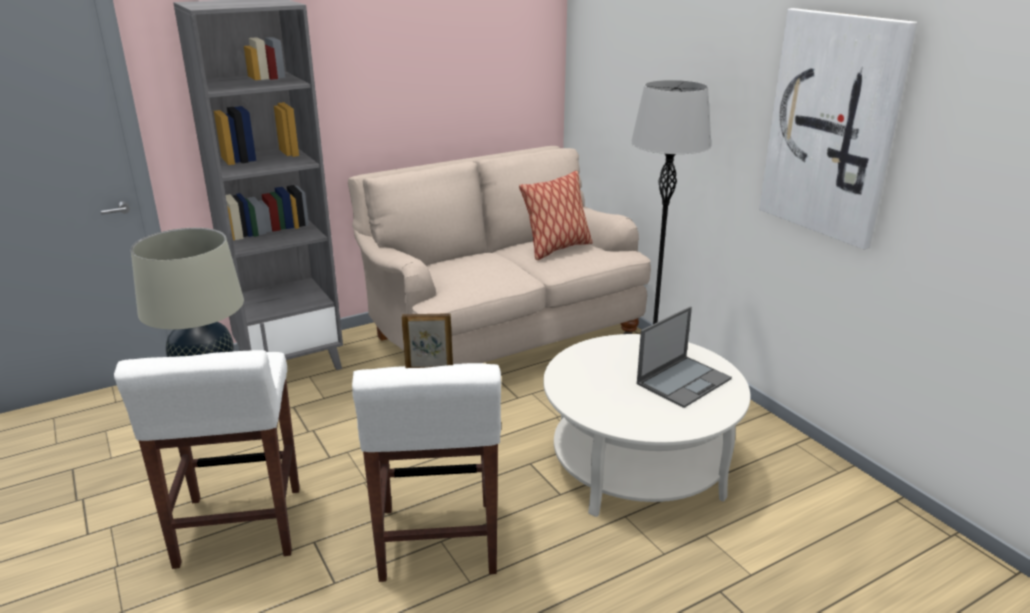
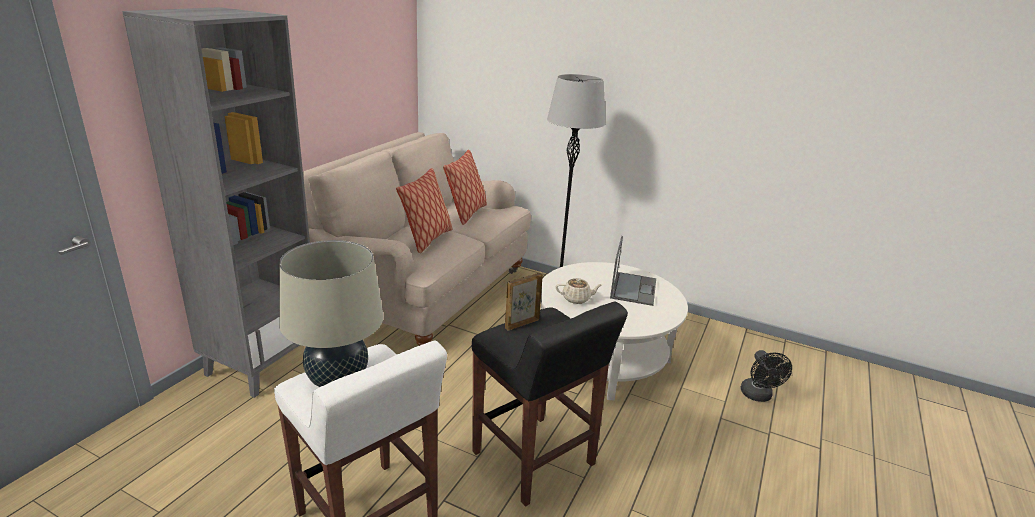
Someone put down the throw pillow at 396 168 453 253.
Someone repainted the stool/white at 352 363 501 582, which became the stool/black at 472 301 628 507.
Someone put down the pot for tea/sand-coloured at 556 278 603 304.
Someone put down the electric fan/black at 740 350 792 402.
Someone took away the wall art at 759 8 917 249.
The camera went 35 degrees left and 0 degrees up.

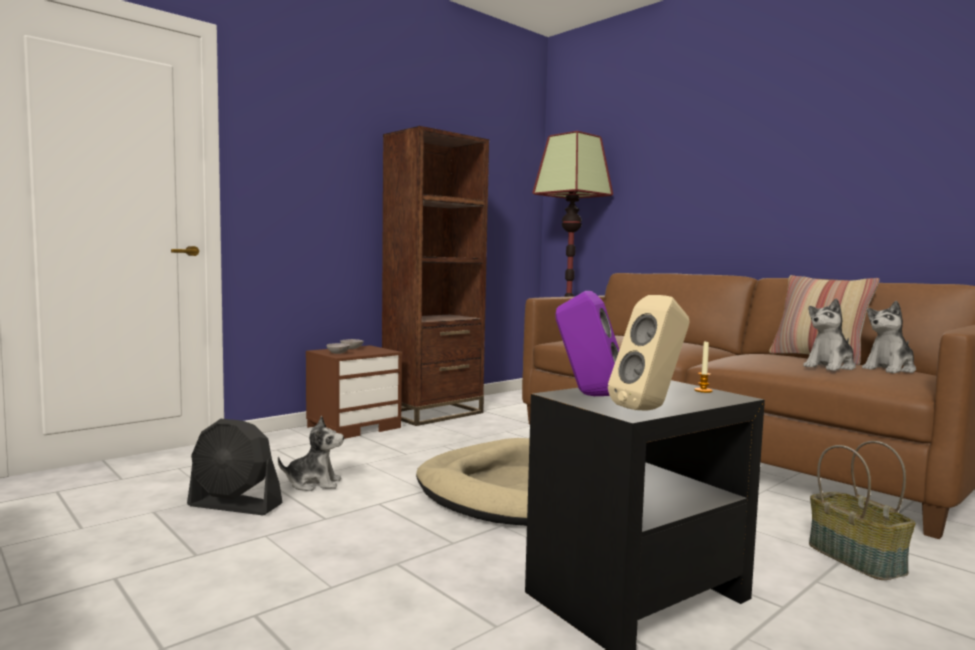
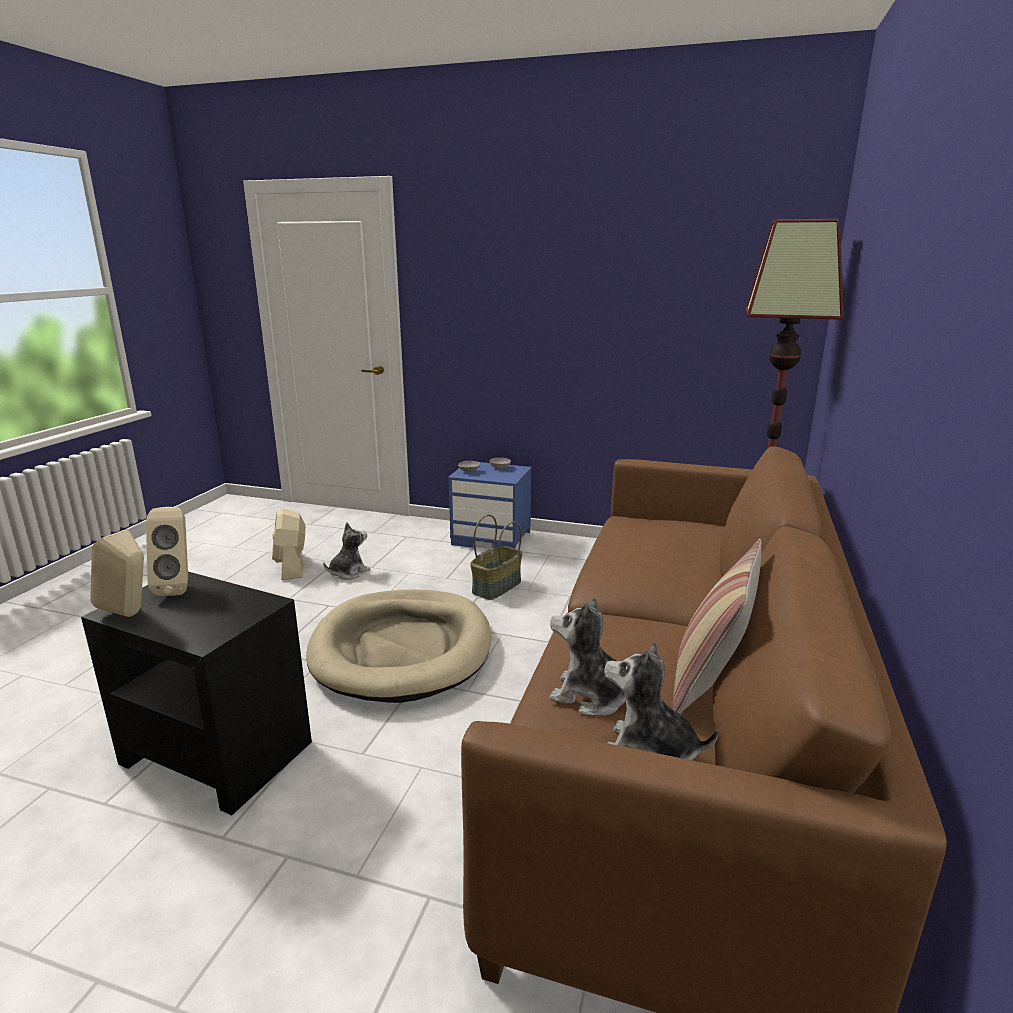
Someone repainted the audio speaker/purple-coloured at 555 291 619 396, which became the audio speaker/sand-coloured at 146 507 188 596.
Someone repainted the electric fan/black at 187 419 283 515, which became the electric fan/sand-coloured at 272 508 306 580.
Someone rotated the plush toy at 278 416 344 491 by 105 degrees counterclockwise.
Someone repainted the nightstand/brown-coloured at 306 345 402 439, which became the nightstand/blue at 448 462 532 549.
Someone carried the household basket from 809 441 916 580 to 470 515 522 600.
Someone took away the bookcase/brown-coloured at 382 126 489 426.
Someone took away the candle at 694 340 713 393.
The camera went 60 degrees right and 15 degrees up.

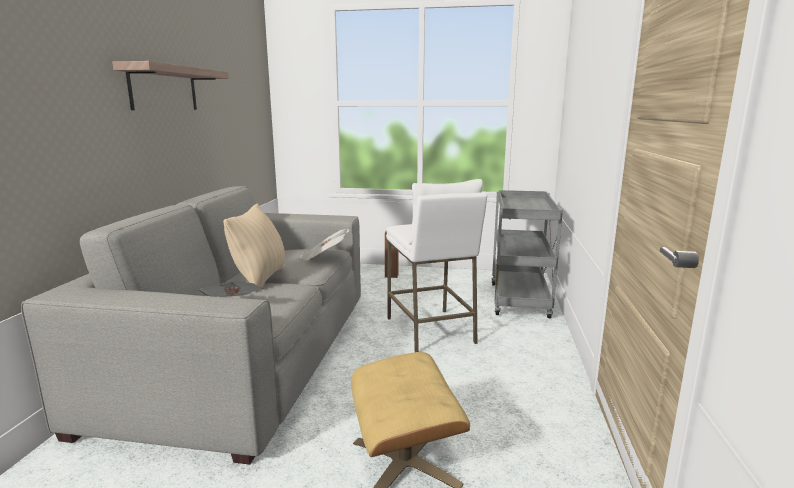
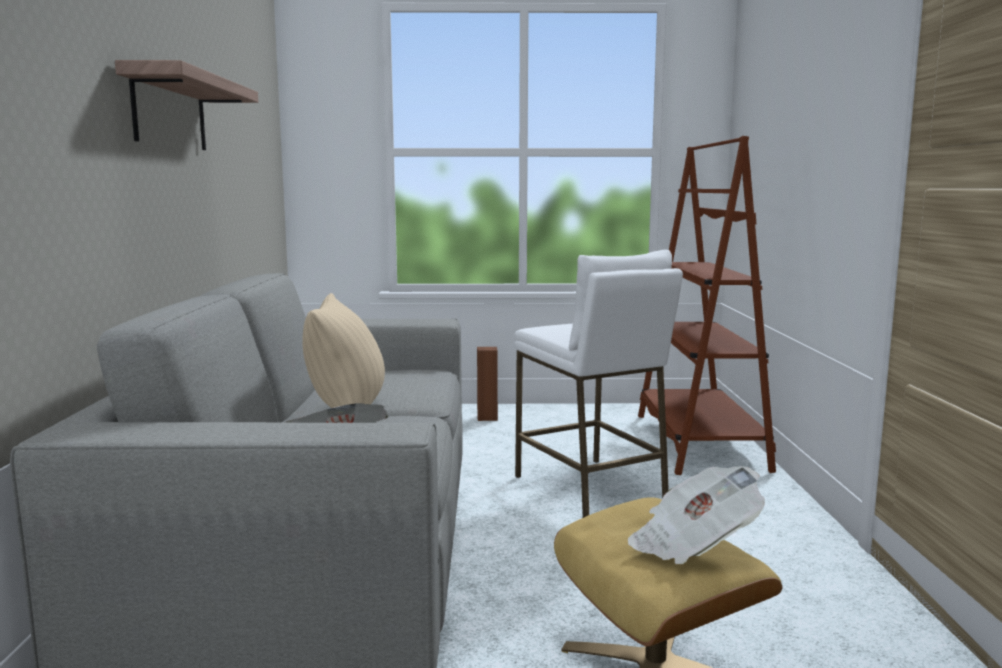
Someone carried the newspaper from 299 229 349 261 to 628 466 765 564.
Someone swapped the cart/greyish at 492 190 563 318 for the bookcase/brown-coloured at 638 136 776 475.
The camera went 10 degrees left and 5 degrees down.

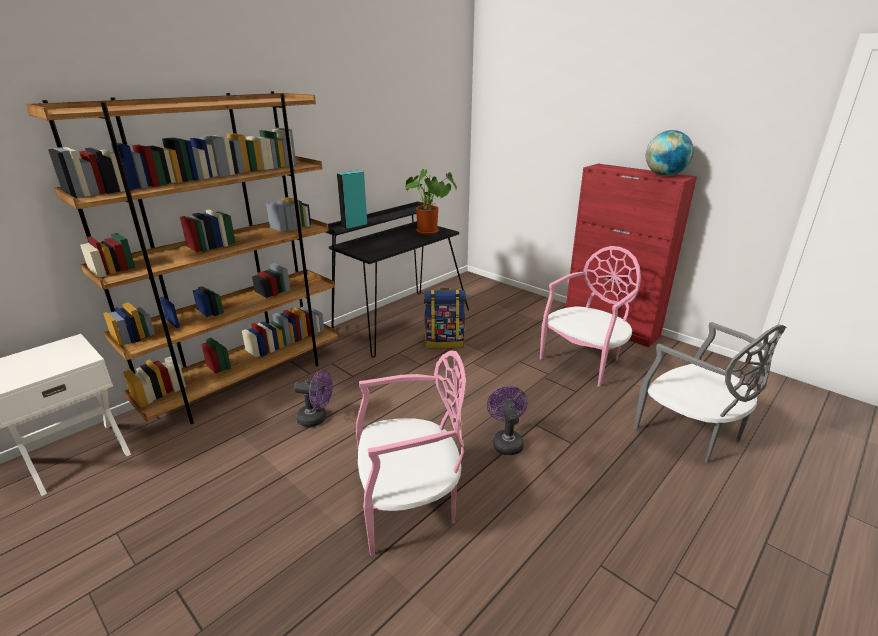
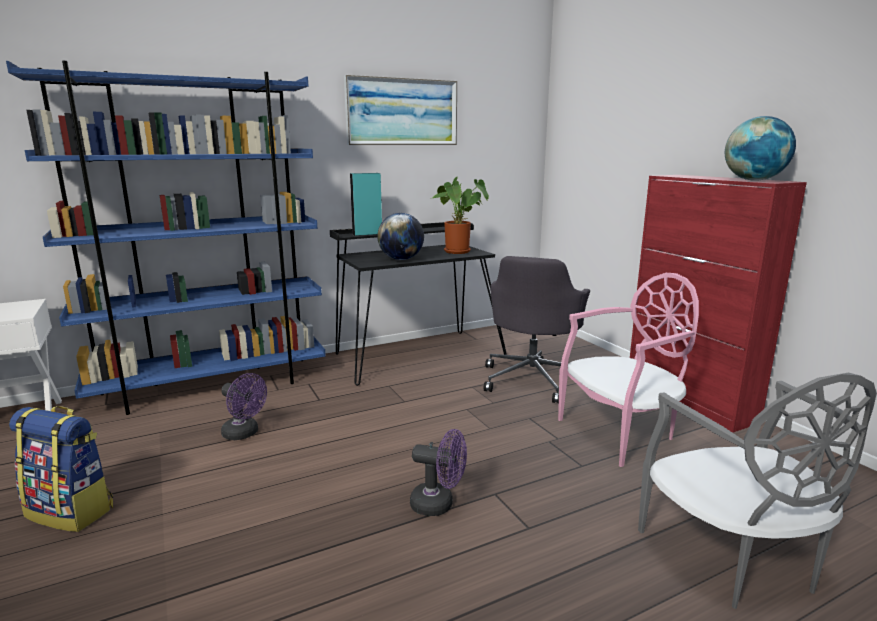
Someone repainted the bookcase/brown-coloured at 26 91 340 424, which became the bookcase/blue at 6 61 326 415.
Someone carried the backpack from 424 288 466 349 to 9 406 113 532.
Someone put up the wall art at 344 75 457 145.
Someone put down the globe at 377 213 424 260.
Someone rotated the electric fan/purple-coloured at 487 386 527 455 by 90 degrees clockwise.
Someone put down the office chair/greyish at 484 256 590 403.
Someone took away the upright chair/pinkish at 356 351 466 556.
The camera went 20 degrees right and 10 degrees down.

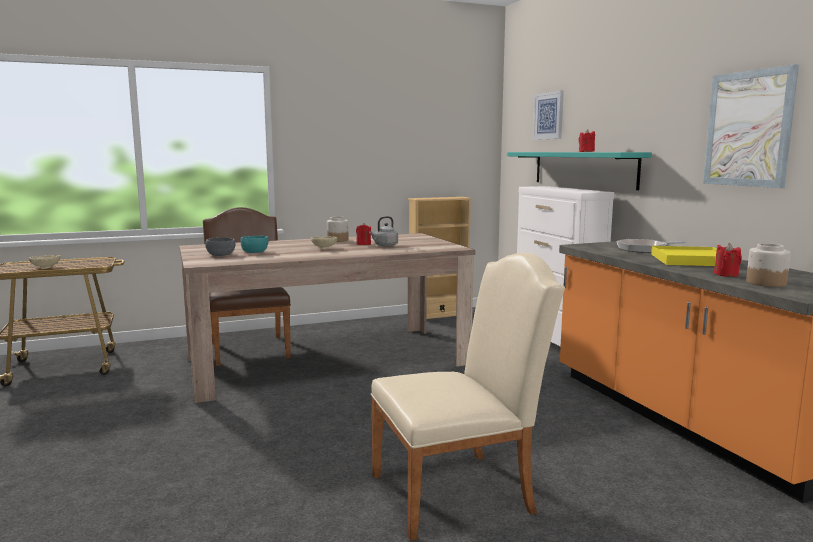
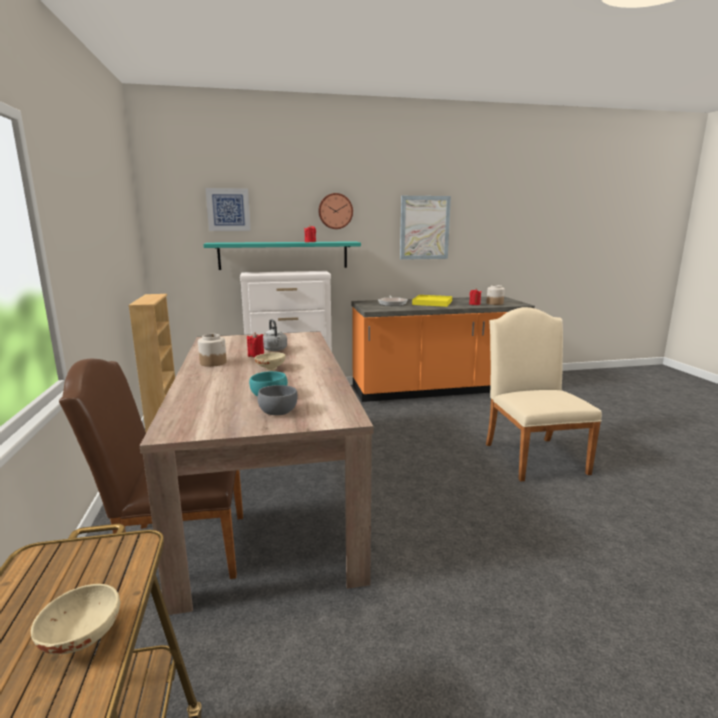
Someone put up the clock on the wall at 318 193 353 229.
The camera went 80 degrees left and 5 degrees up.

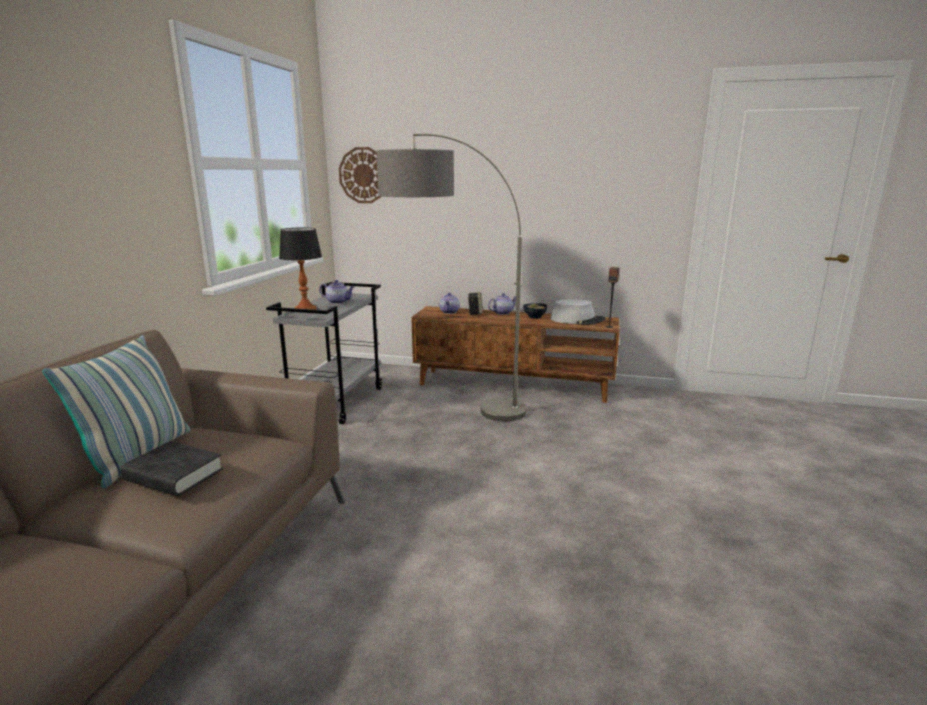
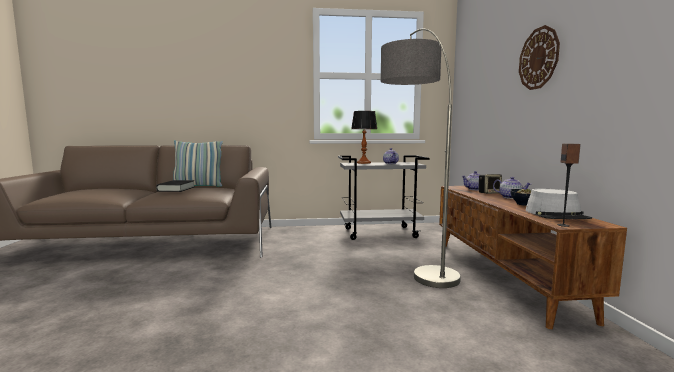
Someone carried the clock on the wall from 339 147 381 203 to 519 25 560 90.
The camera went 70 degrees right and 10 degrees down.

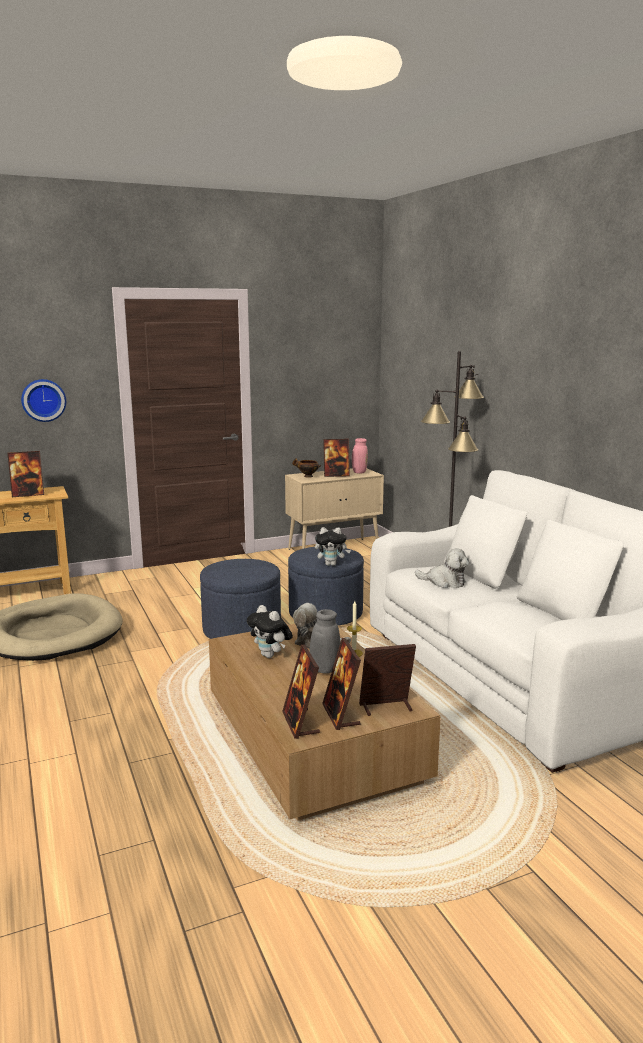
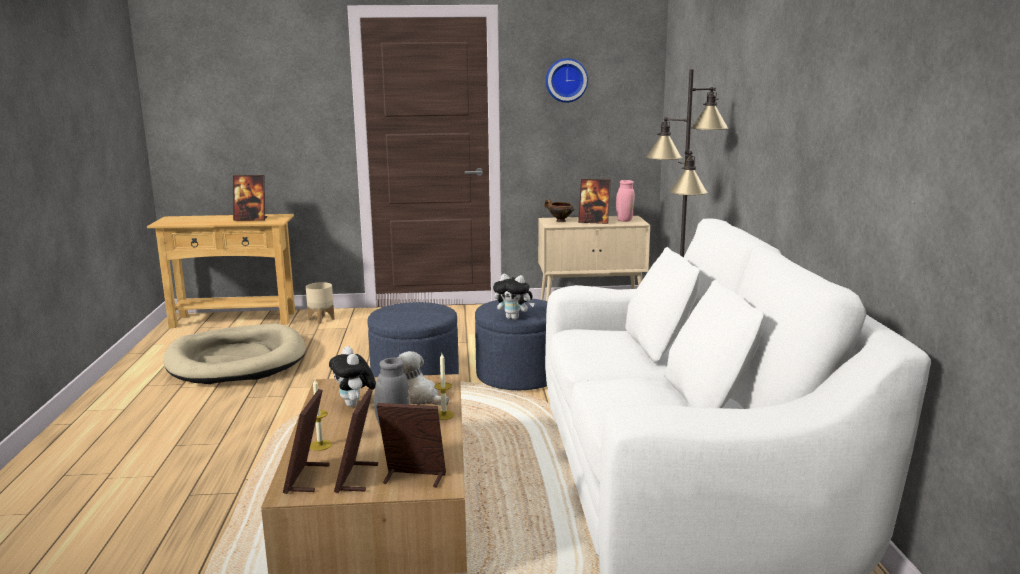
Someone put down the plant pot/sand-coloured at 306 282 335 324.
Someone put down the candle at 310 379 332 451.
Someone carried the clock on the wall from 21 379 66 422 to 546 58 588 103.
Someone took away the plush toy at 415 548 469 588.
The camera went 20 degrees right and 0 degrees up.

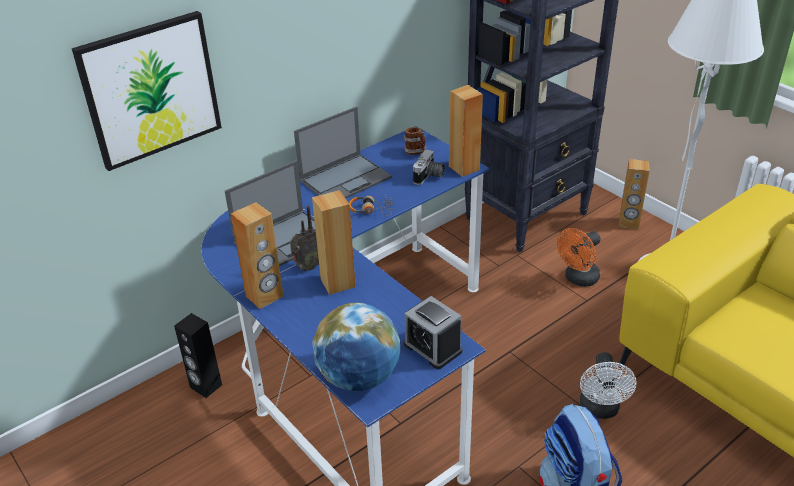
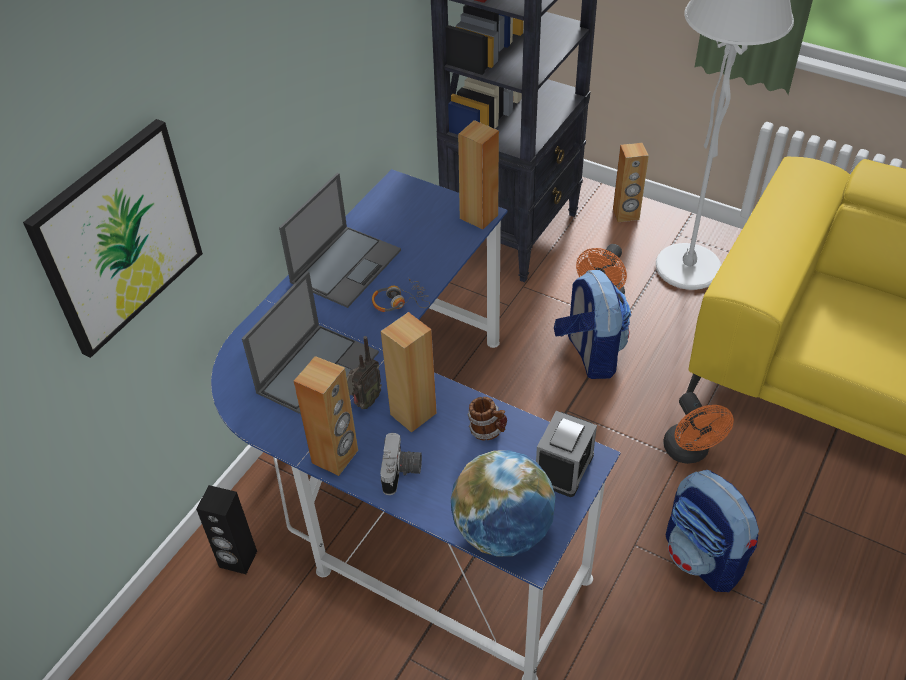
Someone carried the still camera from 413 150 445 185 to 380 433 422 495.
Someone carried the mug from 404 127 427 155 to 467 397 507 441.
Someone rotated the alarm clock at 404 296 462 369 by 90 degrees counterclockwise.
Someone put down the backpack at 554 270 631 379.
Someone repainted the electric fan/white at 580 352 637 419, which became the electric fan/orange at 664 392 734 464.
The camera went 20 degrees left and 10 degrees up.

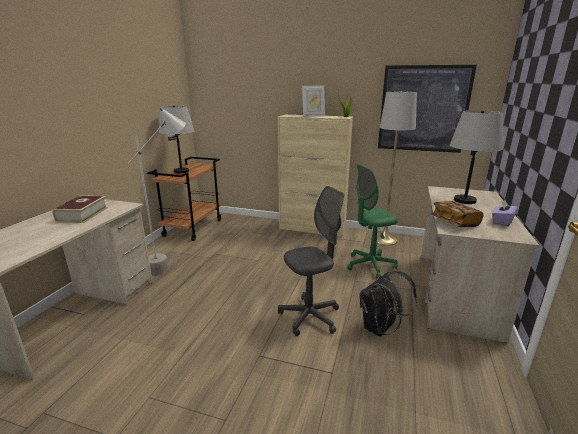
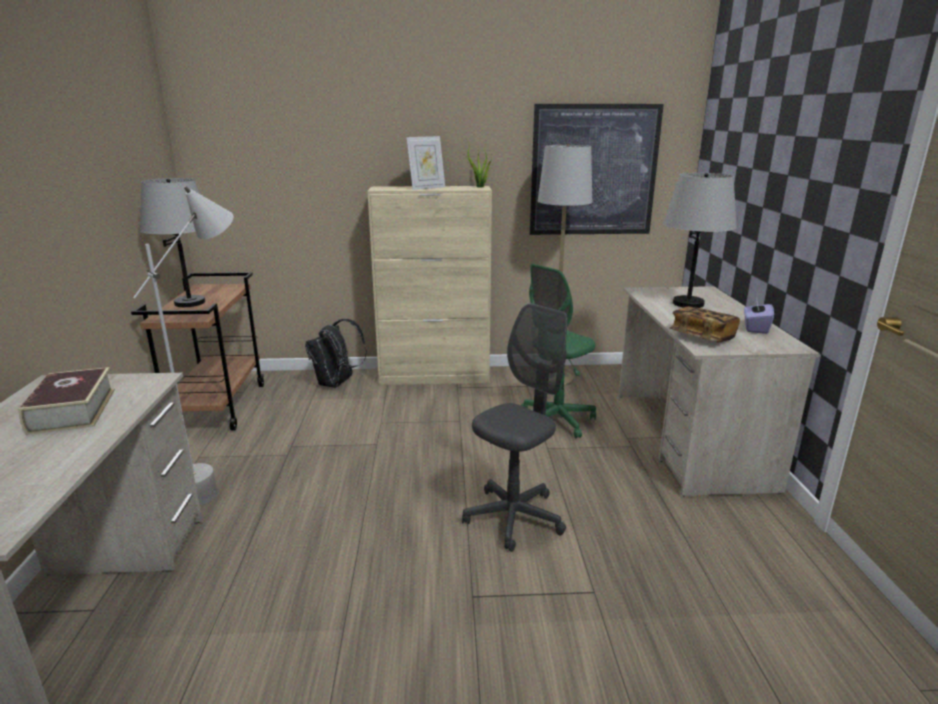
Someone carried the backpack/black from 360 271 417 336 to 305 319 367 388.
The camera went 20 degrees left and 0 degrees up.

